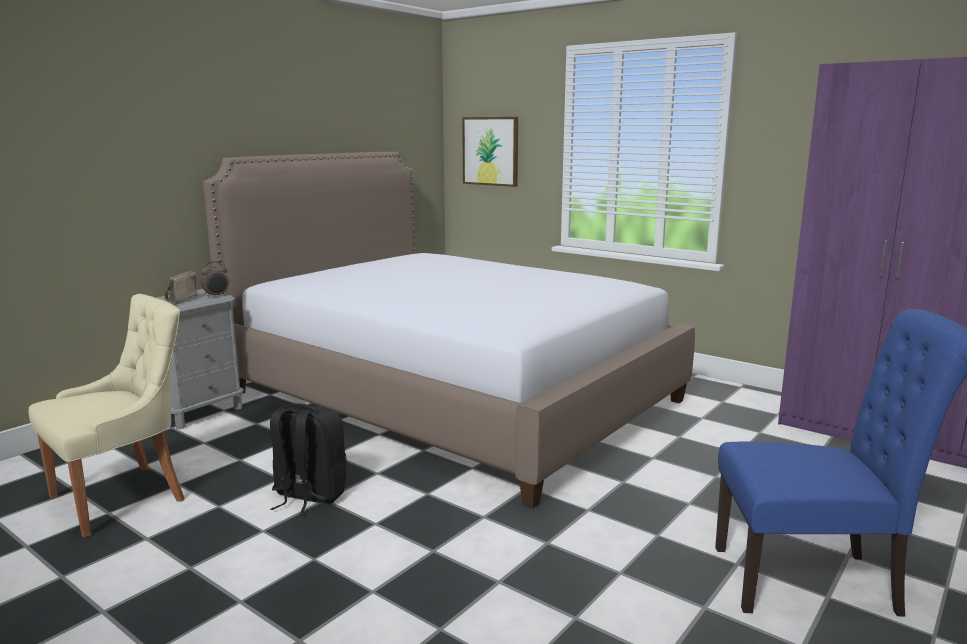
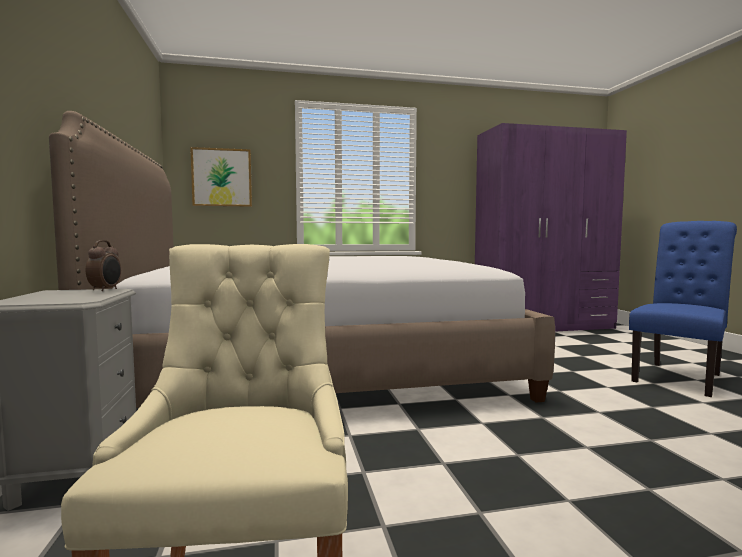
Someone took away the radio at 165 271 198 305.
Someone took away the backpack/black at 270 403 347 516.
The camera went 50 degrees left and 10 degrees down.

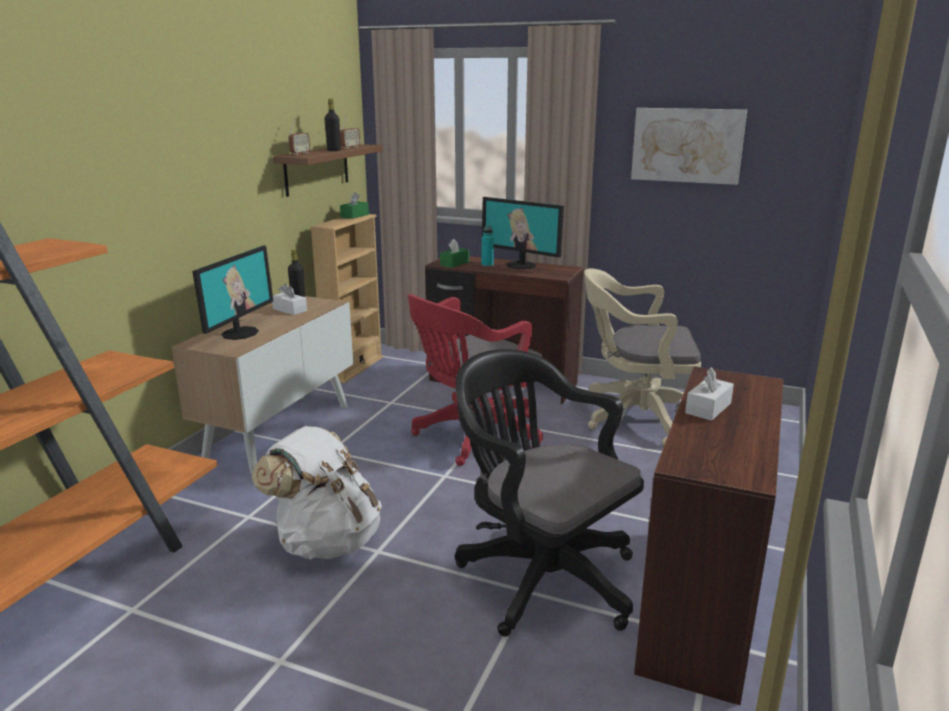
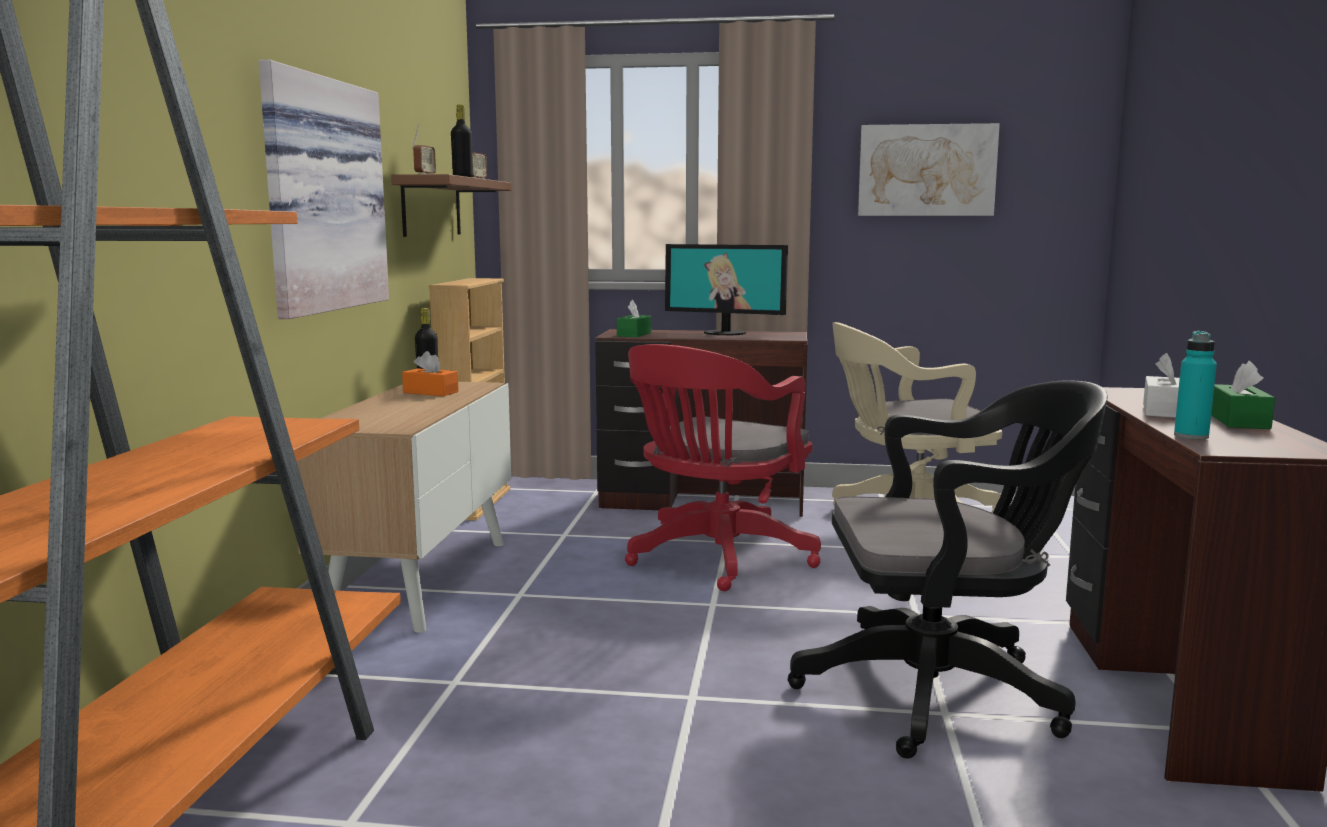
Someone put up the wall art at 259 60 389 319.
Someone repainted the tissue holder/white at 272 283 307 315, which became the tissue holder/orange at 402 351 458 396.
Someone rotated the office chair/black at 455 349 644 637 by 150 degrees clockwise.
Someone carried the drink bottle/turquoise from 482 225 494 267 to 1174 331 1217 439.
Someone carried the tissue holder/greenish from 340 192 369 219 to 1211 361 1275 429.
Someone took away the computer display at 192 246 273 340.
Someone took away the backpack/white at 252 426 382 559.
The camera went 15 degrees left and 10 degrees down.

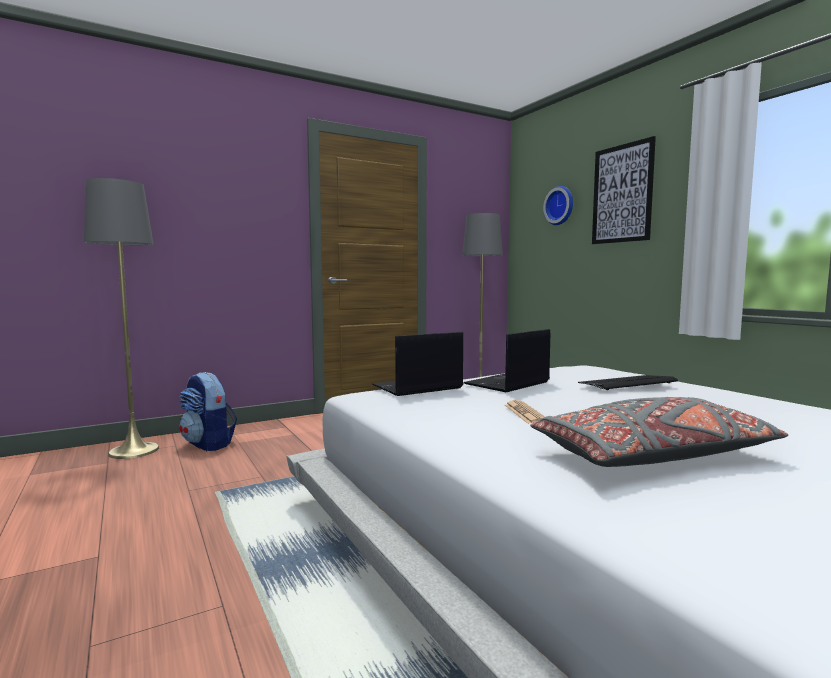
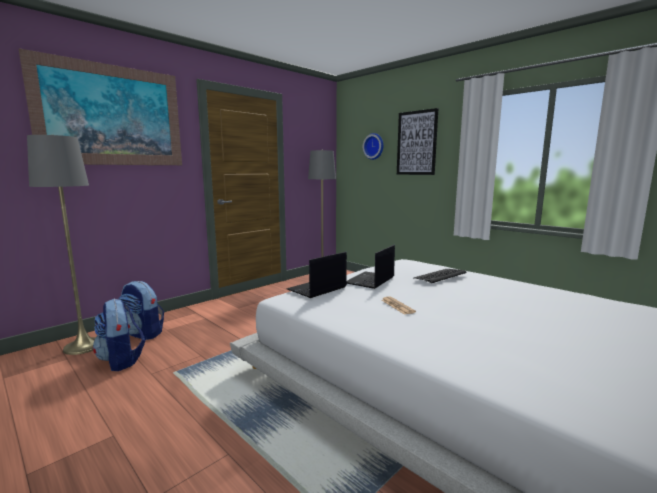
Someone put up the wall art at 19 48 182 165.
Someone put down the backpack at 93 299 145 371.
Someone took away the throw pillow/greyish at 530 397 788 467.
The camera went 15 degrees left and 5 degrees up.

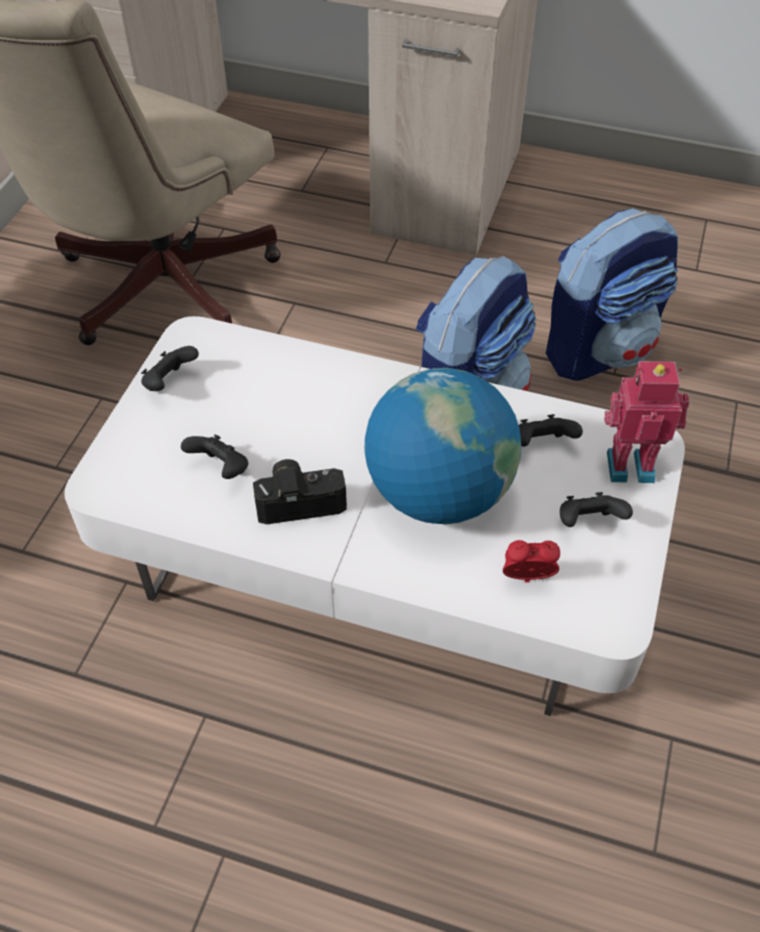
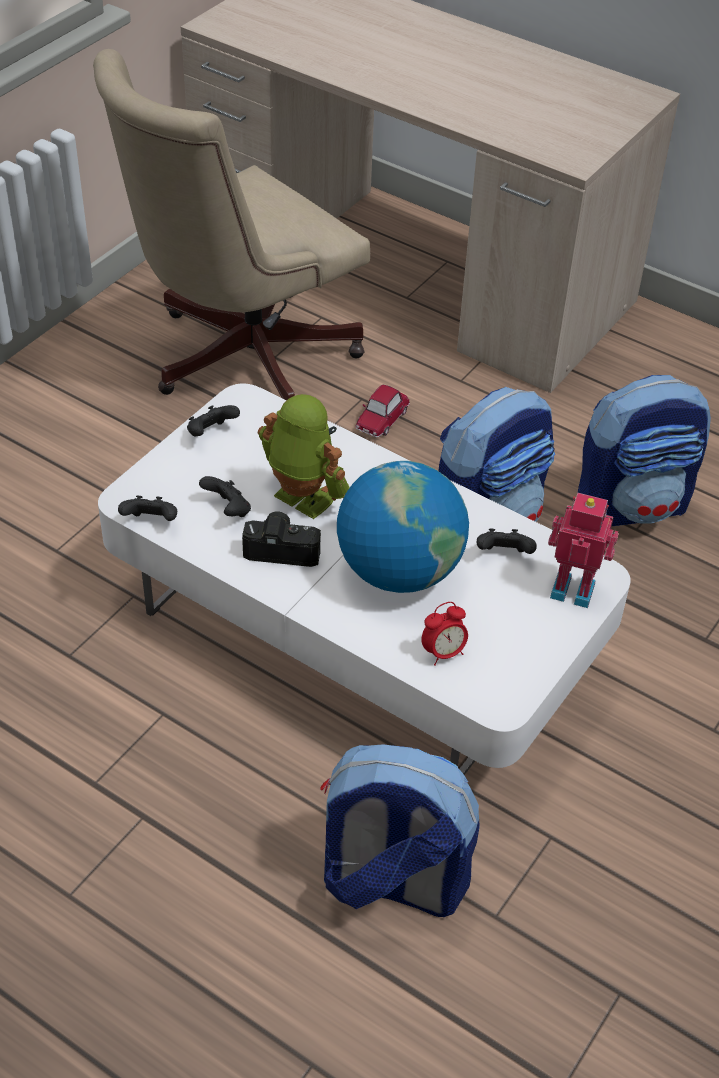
Someone carried the game controller/black from 560 492 633 527 to 118 495 177 521.
Someone put down the robot figure at 258 394 350 519.
Someone put down the backpack at 320 744 480 917.
Someone put down the toy car at 356 385 410 438.
Someone rotated the alarm clock at 503 540 560 583 by 135 degrees clockwise.
The camera went 15 degrees right and 5 degrees down.

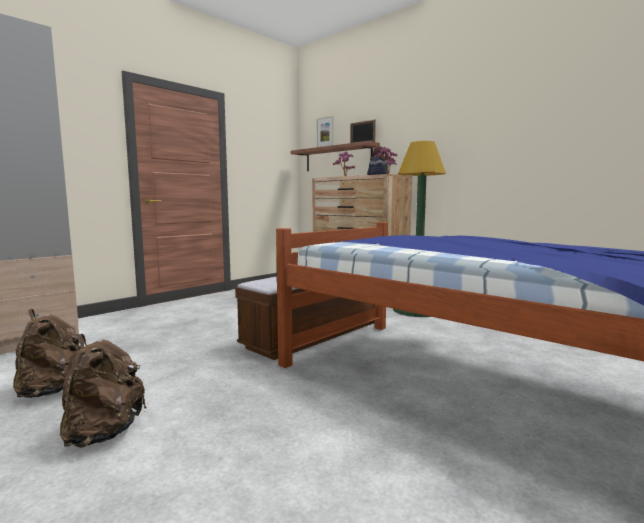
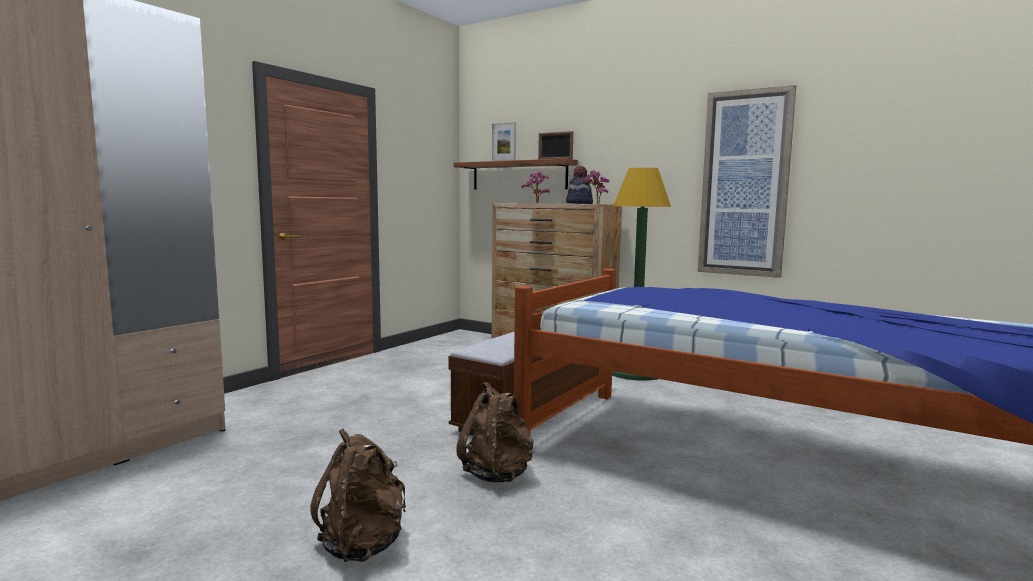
Someone carried the backpack/brown-coloured from 13 309 82 398 to 456 382 534 483.
Someone put up the wall art at 698 85 796 278.
The camera went 10 degrees left and 0 degrees up.

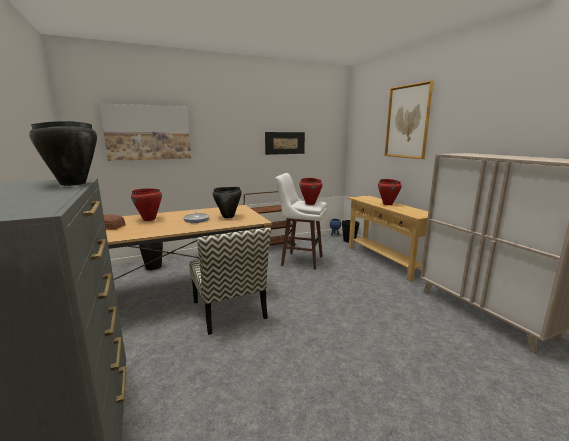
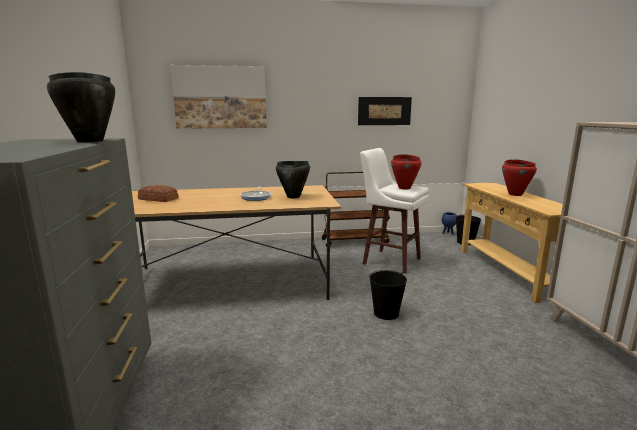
Someone carried the bucket/black from 139 242 163 270 to 369 270 407 320.
Someone took away the saucepot/reddish at 131 189 162 221.
Someone took away the upright chair at 189 227 271 335.
Someone took away the wall art at 385 81 433 159.
The camera went 15 degrees right and 0 degrees up.

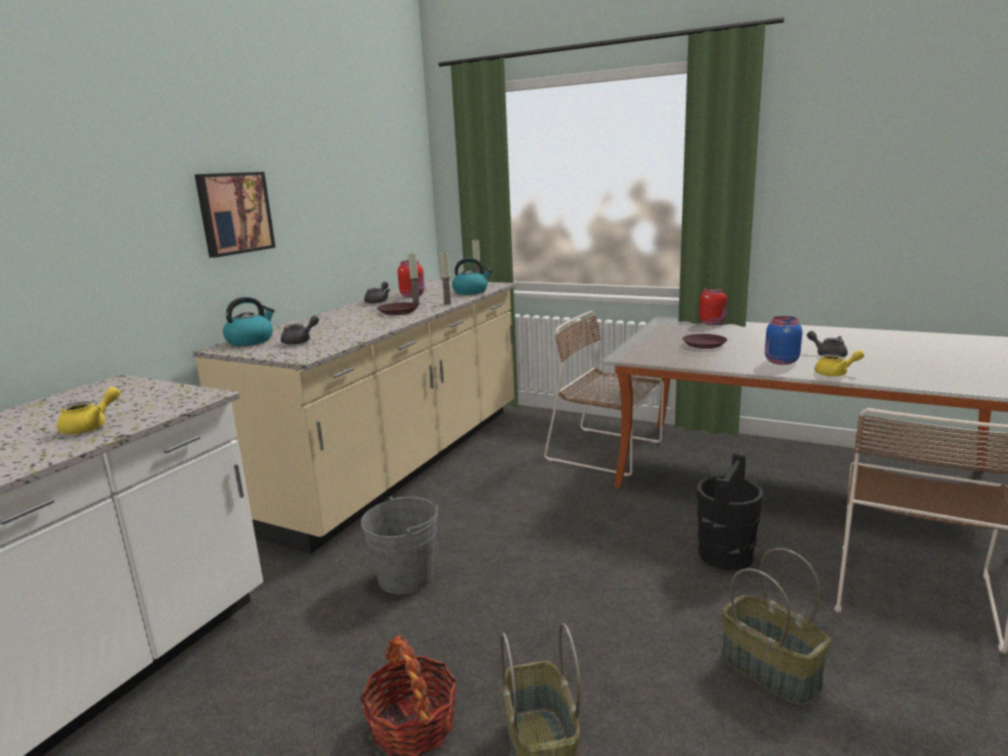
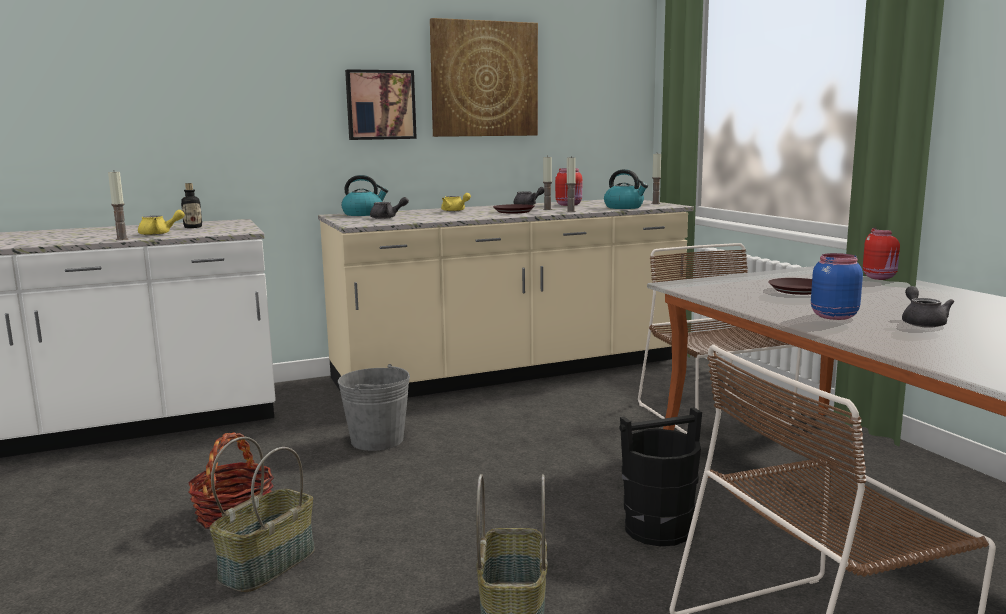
Someone put down the candle at 108 172 128 240.
Someone put down the drink bottle at 181 183 202 228.
Someone put up the wall art at 430 18 538 137.
Someone carried the pot for tea/yellow-coloured from 814 350 864 377 to 441 193 471 212.
The camera went 40 degrees right and 5 degrees down.

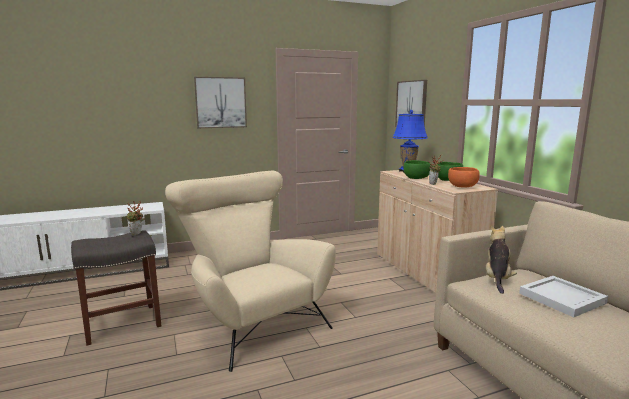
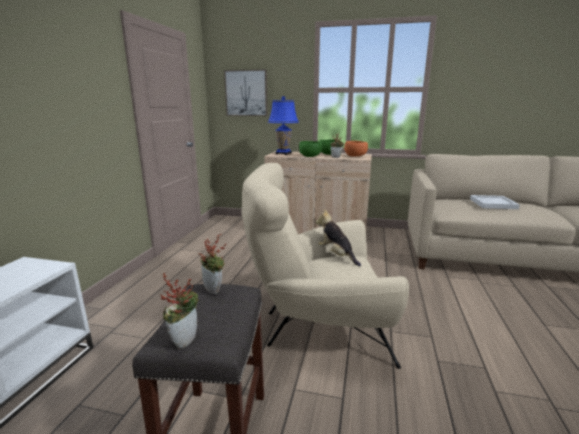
Someone put down the plant in a pot at 160 273 199 349.
Someone carried the plush toy from 486 226 517 294 to 316 209 361 266.
Someone took away the wall art at 194 77 247 128.
The camera went 55 degrees left and 5 degrees up.

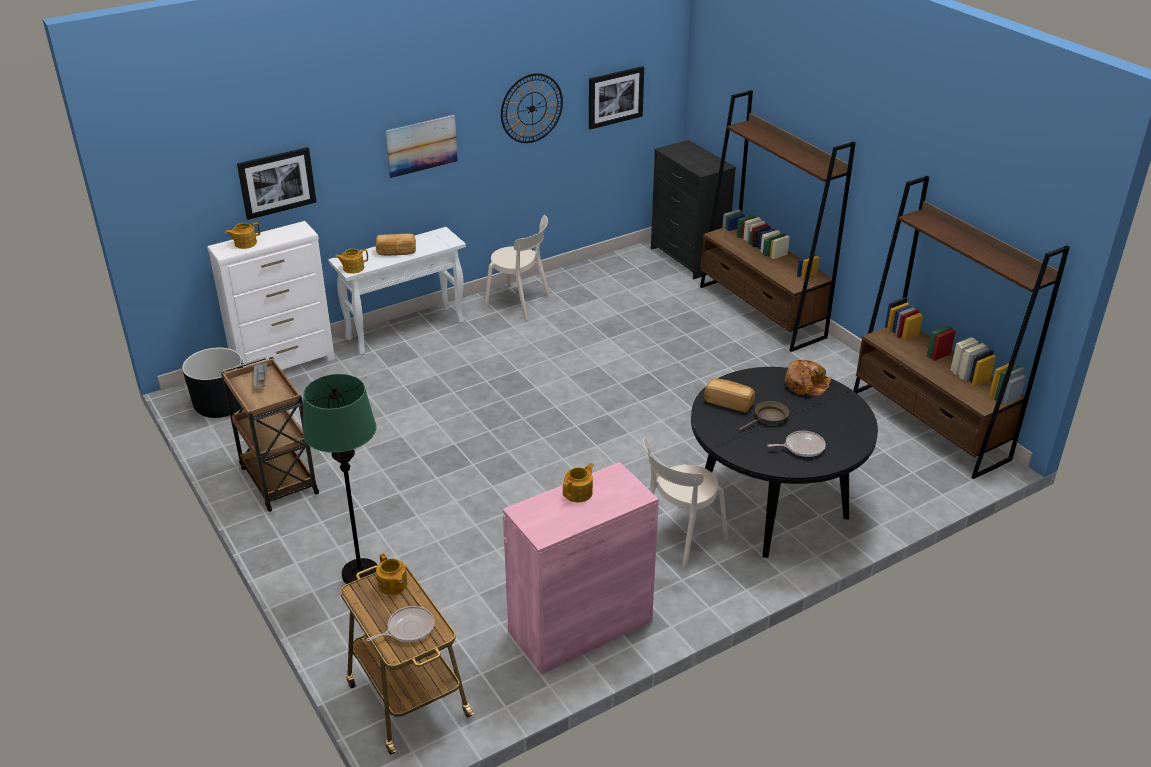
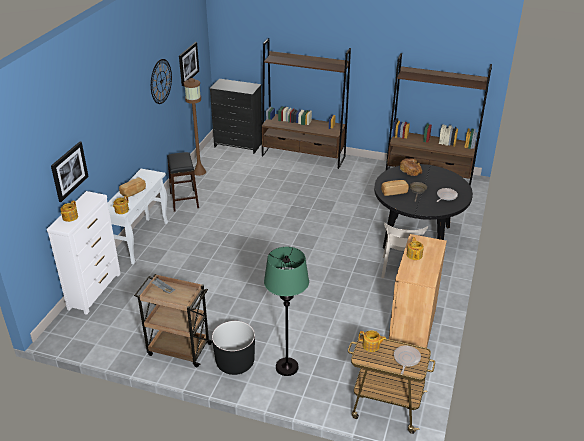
Someone swapped the upright chair/sand-coloured at 484 215 551 321 for the stool/black at 167 152 199 212.
Someone put down the standing lamp/brown-coloured at 184 78 206 176.
Someone carried the plant pot/black from 182 347 243 418 to 212 321 255 375.
Someone repainted the cabinet/pinkish at 503 462 659 675, which became the cabinet/brown-coloured at 389 234 447 348.
Someone took away the wall art at 385 115 458 178.
The camera went 40 degrees left and 0 degrees up.

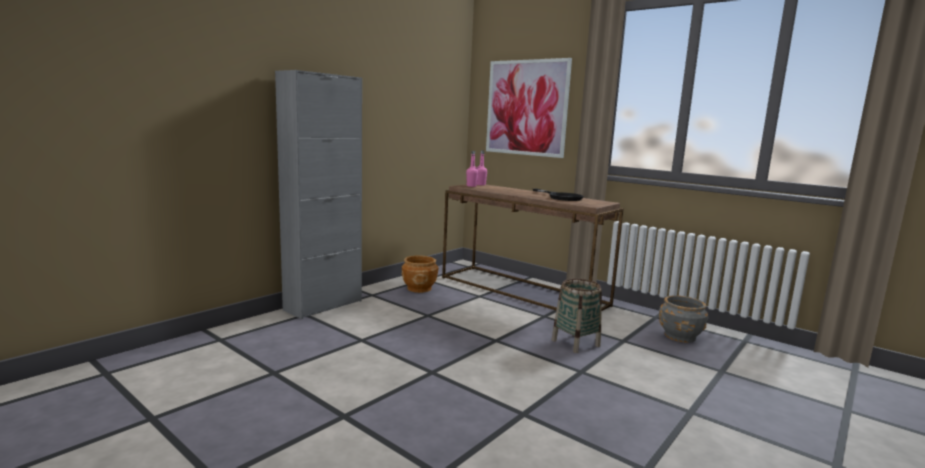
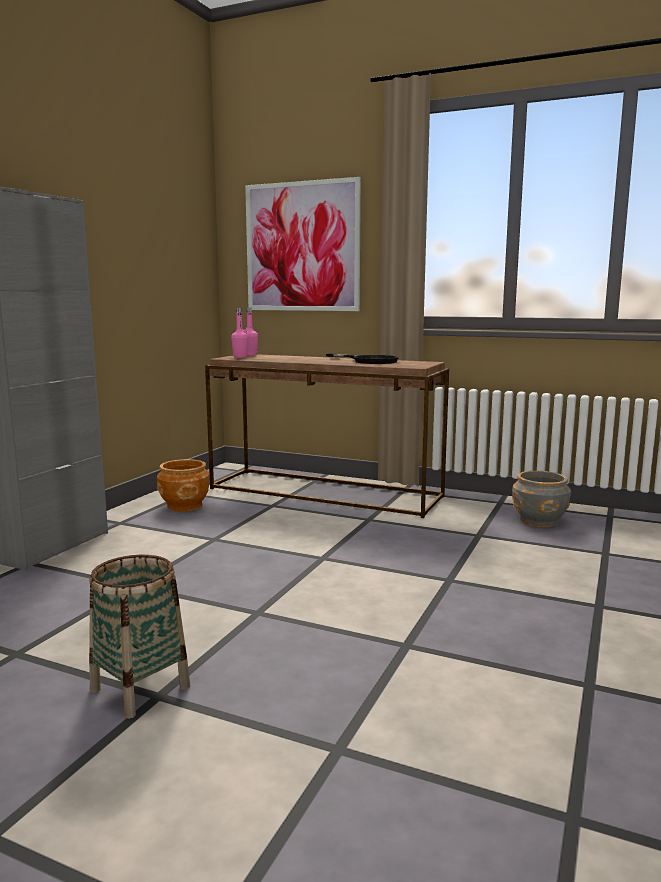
Someone carried the household basket from 552 279 602 353 to 89 555 190 719.
The camera went 15 degrees left and 0 degrees up.

